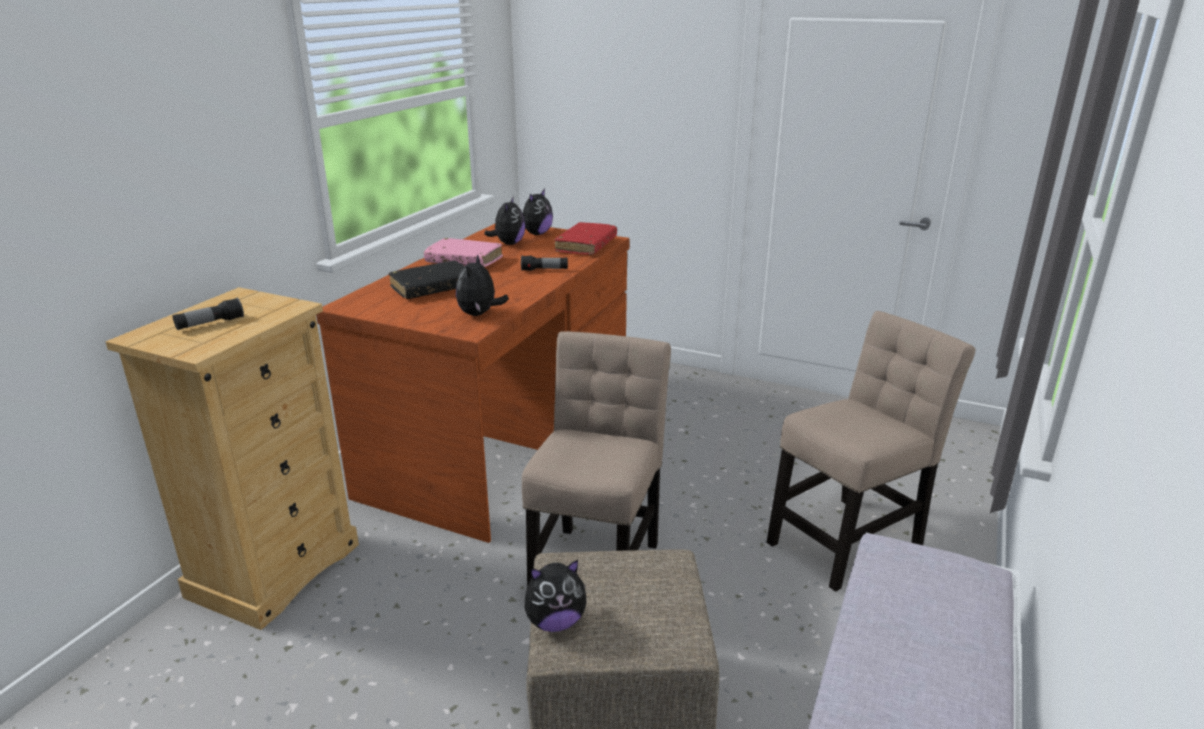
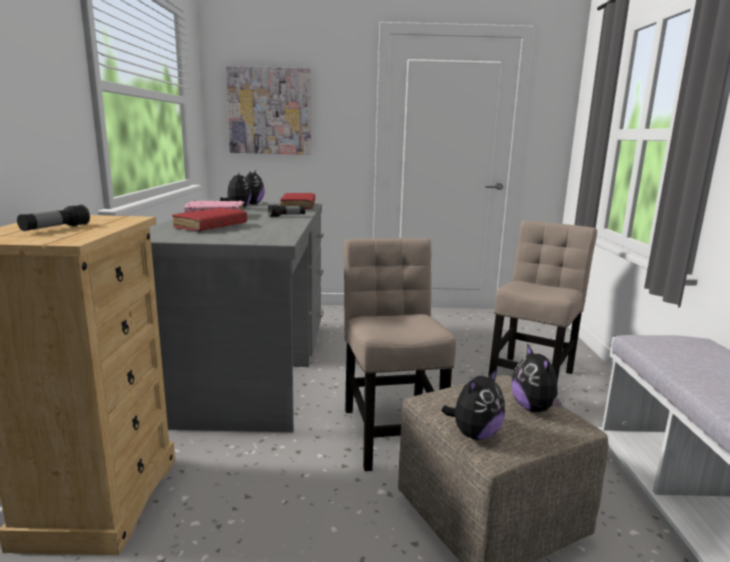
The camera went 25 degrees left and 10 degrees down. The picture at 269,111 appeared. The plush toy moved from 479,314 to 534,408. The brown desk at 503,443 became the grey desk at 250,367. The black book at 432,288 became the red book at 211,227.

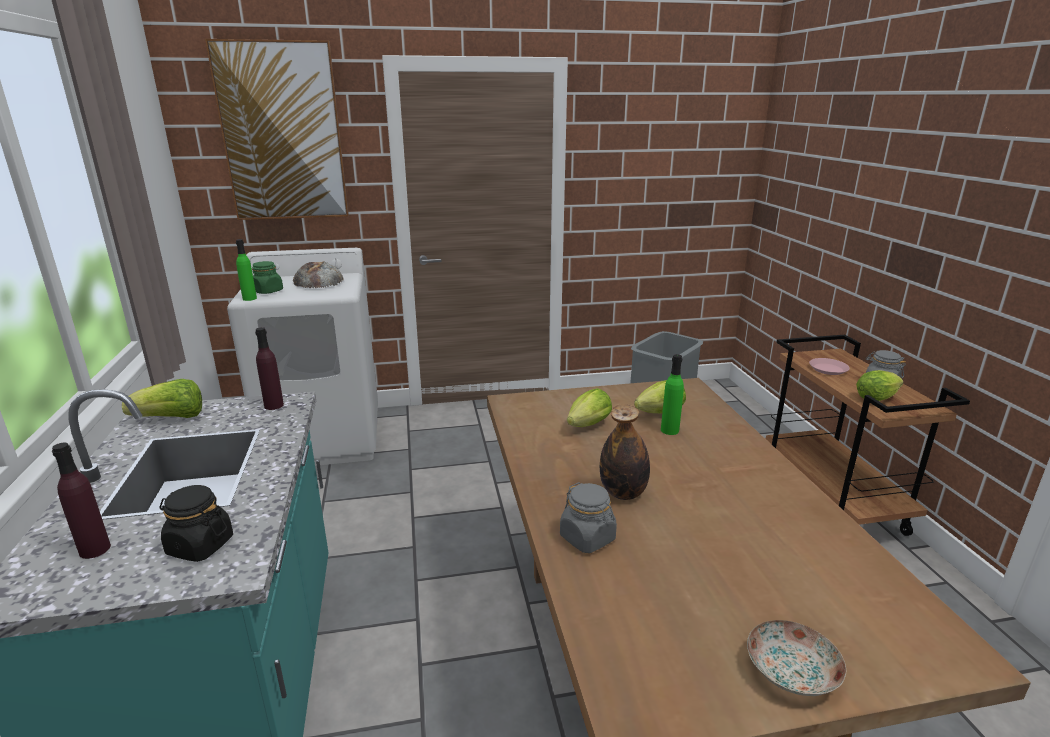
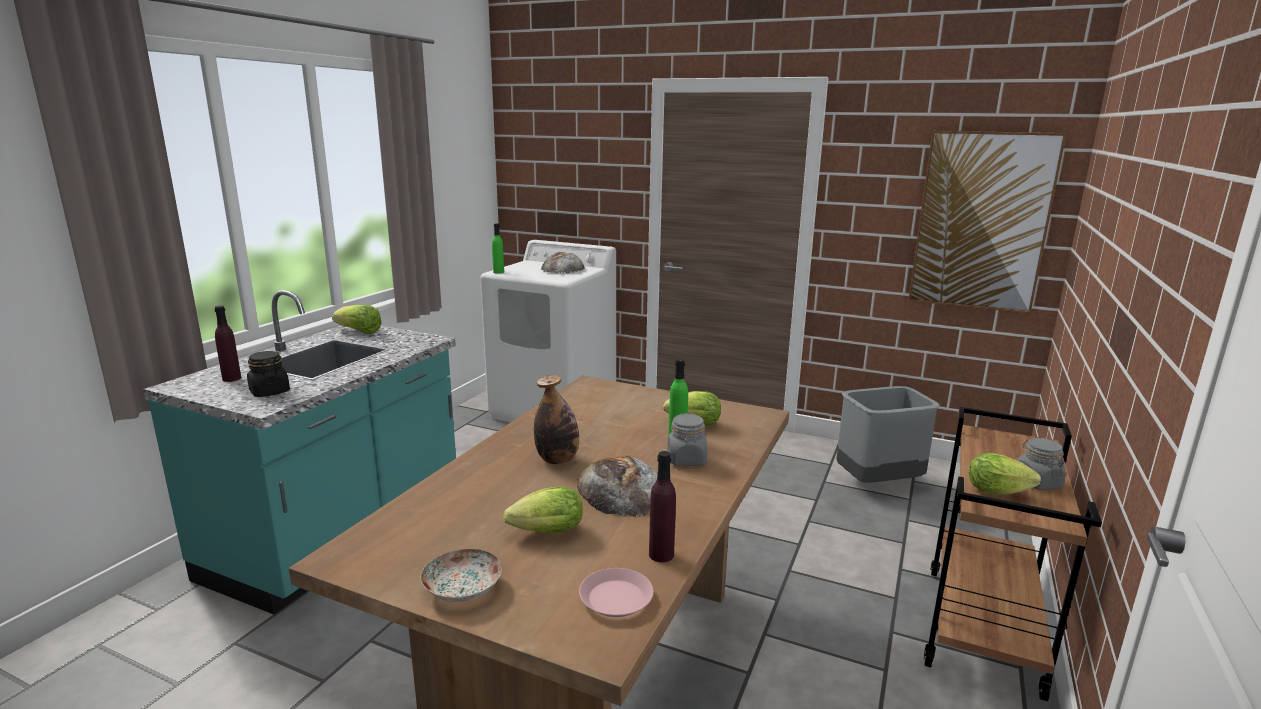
The camera went 35 degrees right and 5 degrees down. The green jar at 268,291 disappeared. The bread at 622,490 appeared. The picture moved from 282,133 to 981,222. The purple bottle moved from 274,405 to 661,554. The grey jar moved from 587,538 to 686,459. The lettuce moved from 586,426 to 543,532. The pink plate moved from 828,369 to 616,599.

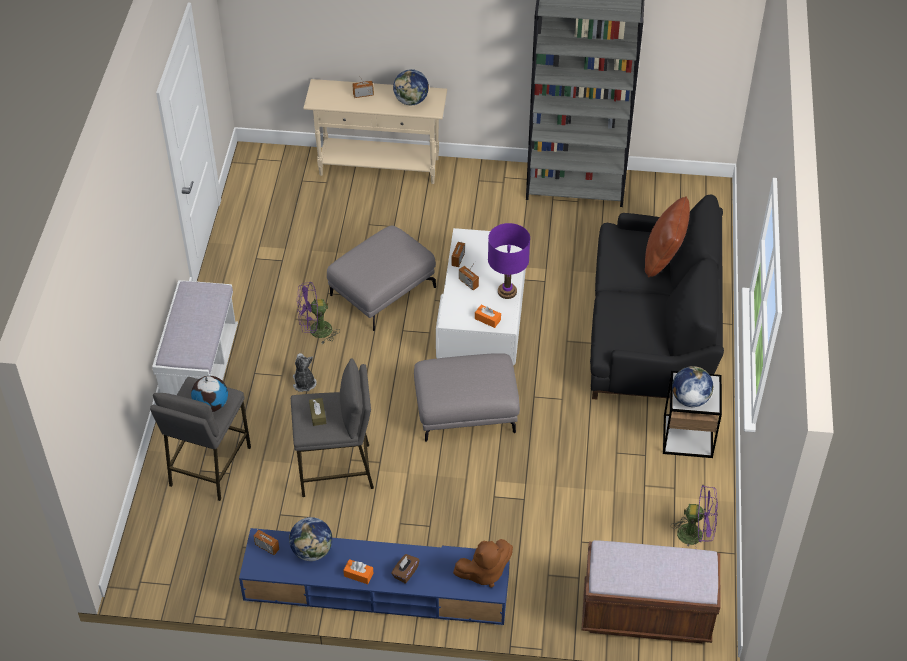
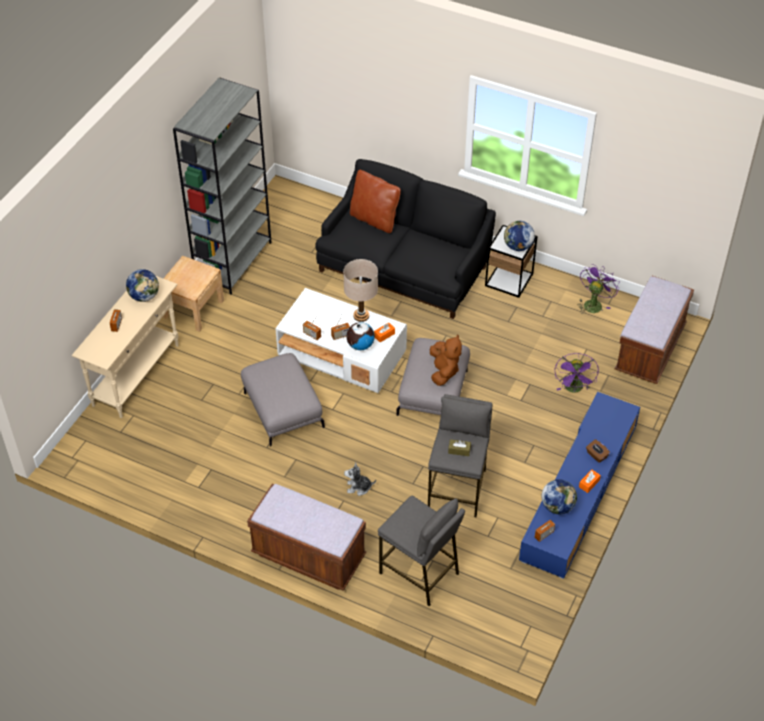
The camera went 70 degrees left and 0 degrees up. The beige nightstand at 193,309 appeared. The globe moved from 211,404 to 360,345. The purple fan moved from 315,331 to 574,389. The brown plush toy moved from 484,572 to 443,371. The white bench at 200,368 became the brown bench at 308,556. The purple table lamp at 507,291 became the beige table lamp at 361,316.

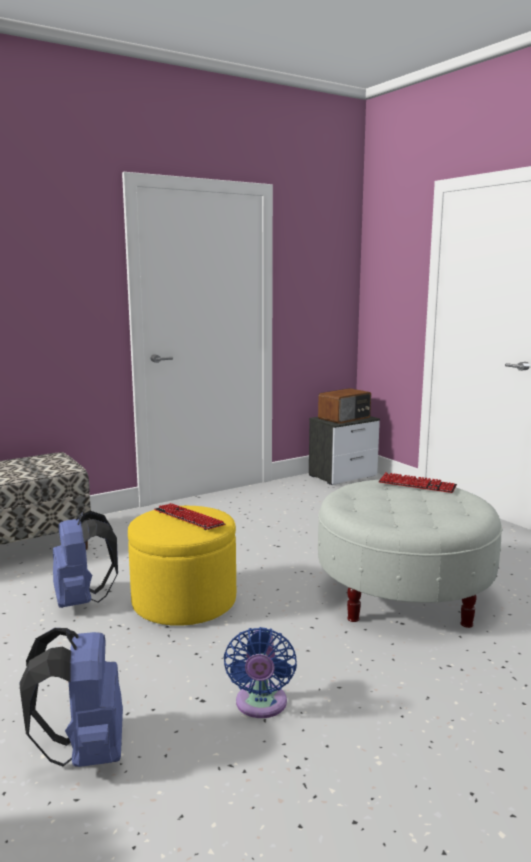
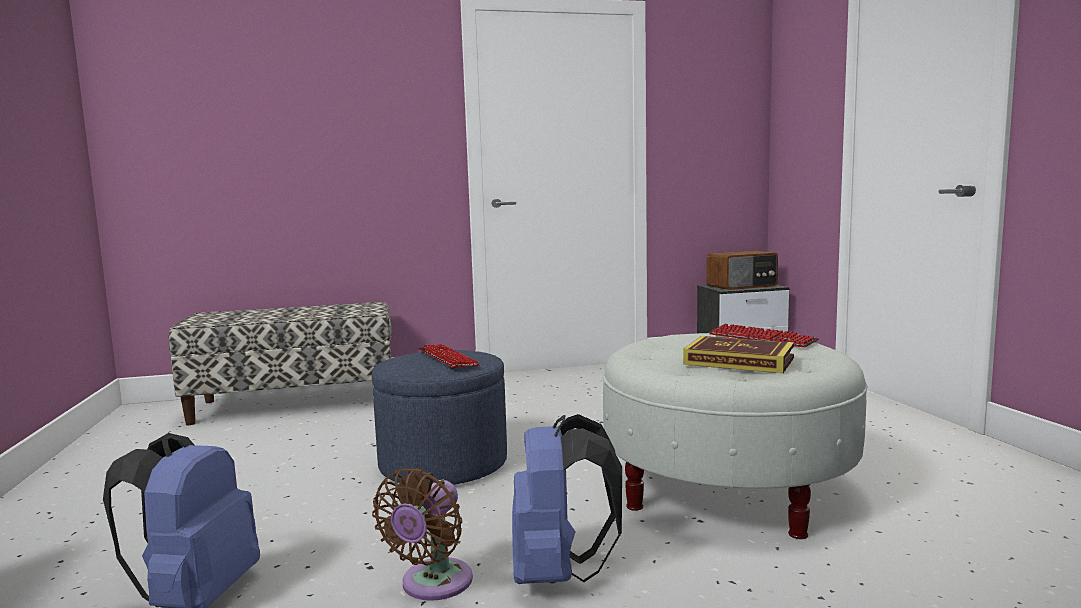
The camera went 20 degrees right and 5 degrees down. The book at 739,361 appeared. The blue backpack moved from 82,600 to 558,573. The yellow ottoman at 184,601 became the blue ottoman at 443,464. The blue fan at 260,705 became the brown fan at 433,585.

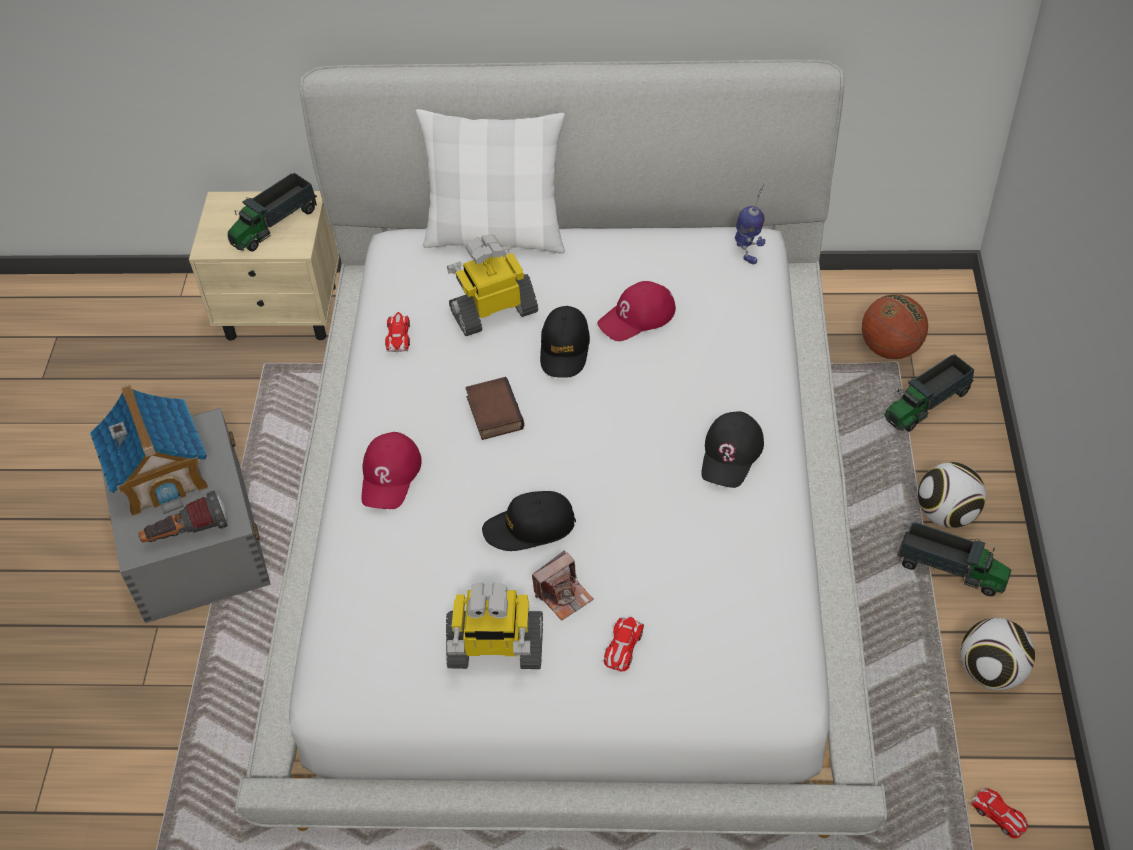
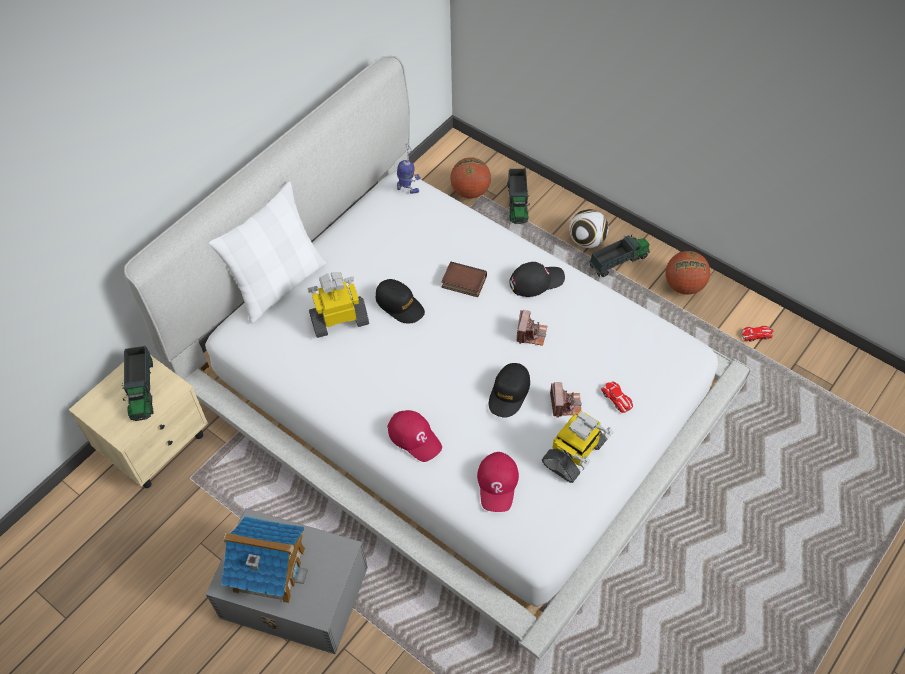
The camera went 55 degrees left and 5 degrees up. The flashlight at 187,534 disappeared. The toy car at 398,335 disappeared. The photo camera at 531,334 appeared. The book moved from 492,412 to 463,283. The red cap moved from 637,317 to 498,484. The football at 991,671 was replaced by the basketball at 684,286. The toy robot at 494,311 turned 60 degrees clockwise. The black cap at 731,454 turned 75 degrees counterclockwise.

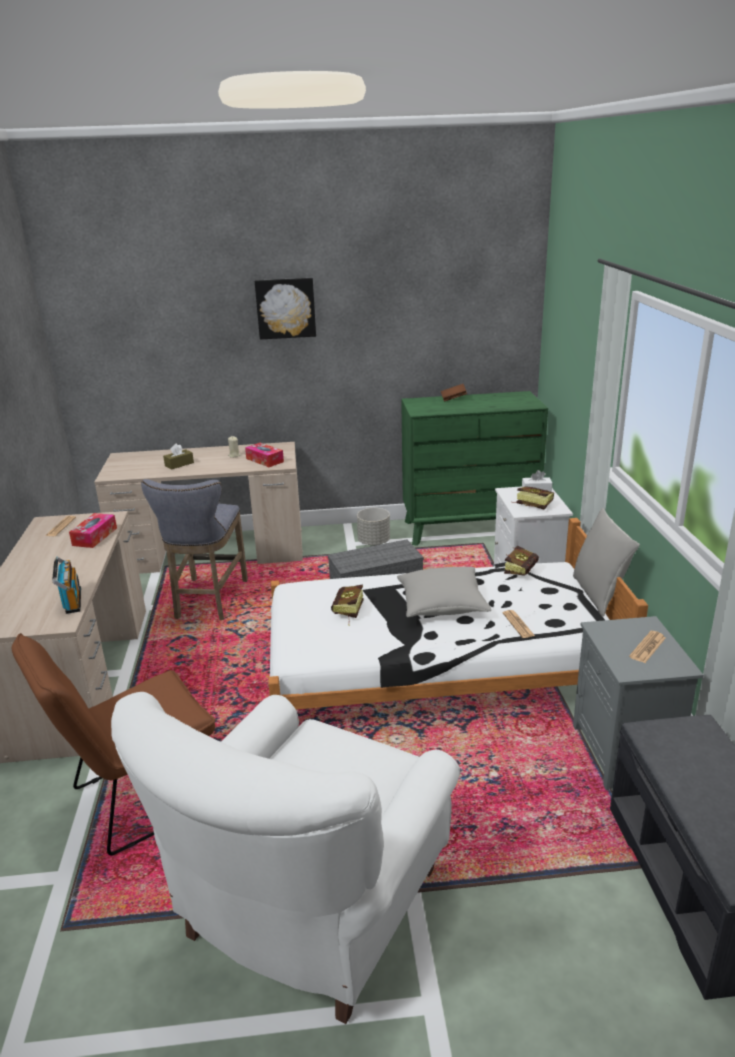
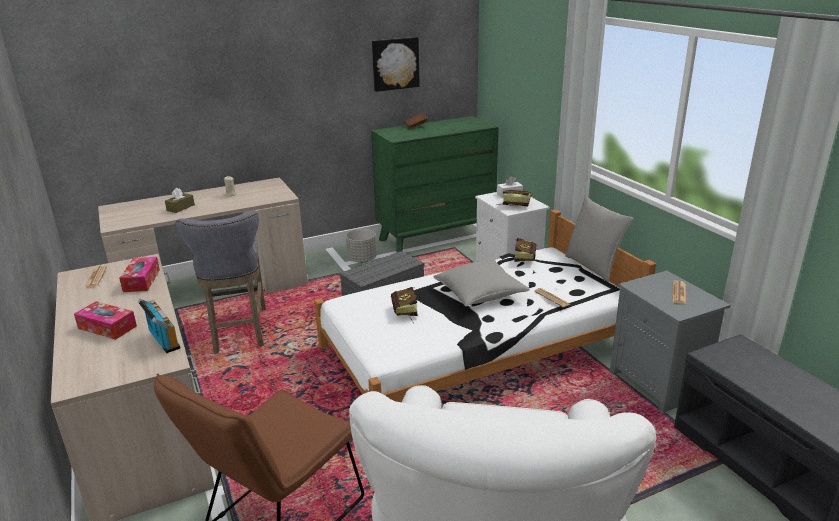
The camera went 20 degrees left and 0 degrees up. The tissue box moved from 264,460 to 107,327. The picture moved from 285,308 to 395,63.

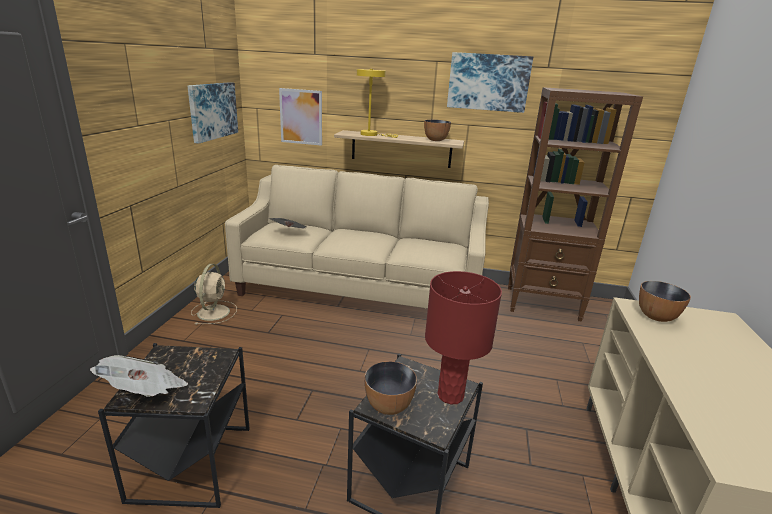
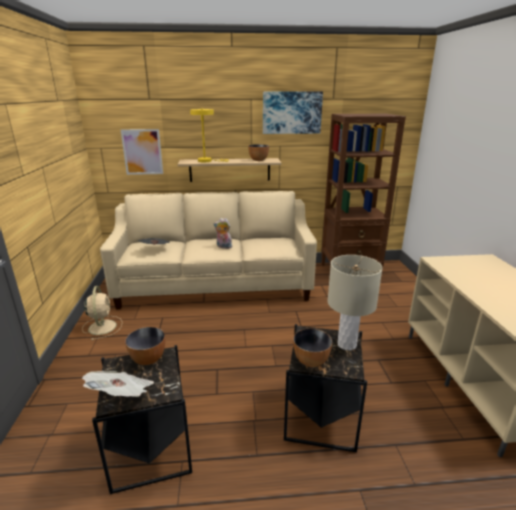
The camera went 15 degrees left and 0 degrees up. The picture at 212,111 disappeared. The plush toy at 223,247 appeared. The bowl moved from 656,317 to 148,359. The red table lamp at 451,395 became the beige table lamp at 347,344.

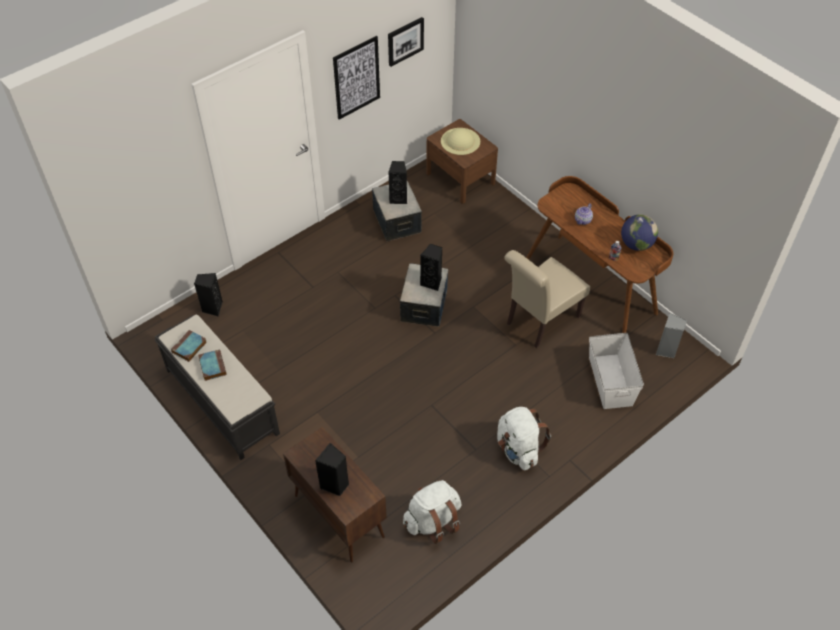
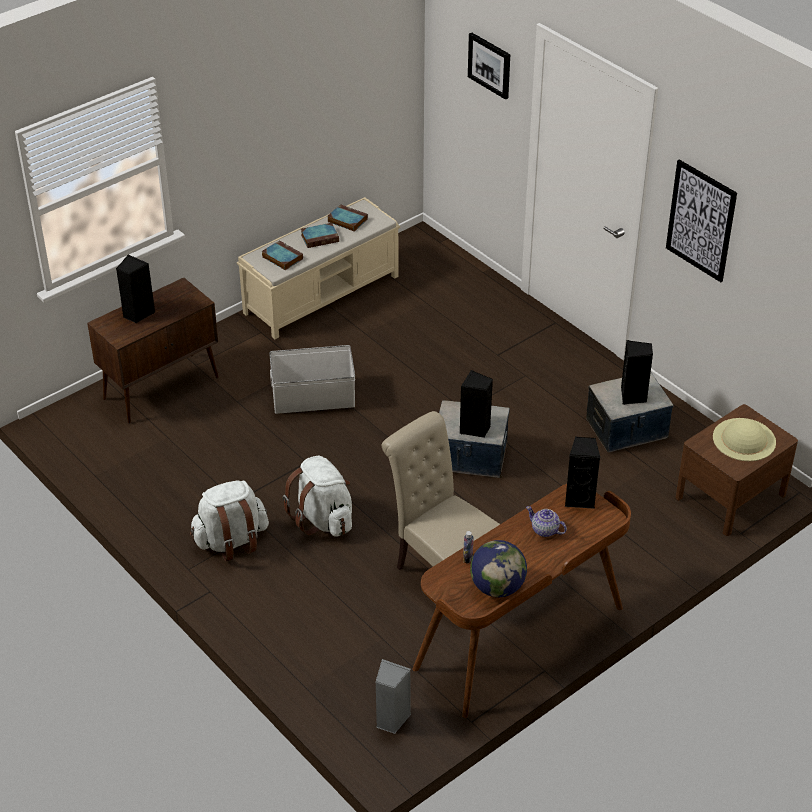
The camera went 90 degrees right and 10 degrees down. The book at 281,257 appeared. The black speaker moved from 212,308 to 580,498. The picture moved from 405,41 to 490,65. The white backpack moved from 432,521 to 323,519. The white storage box moved from 610,381 to 313,397. The black bench at 221,401 became the beige bench at 322,294.

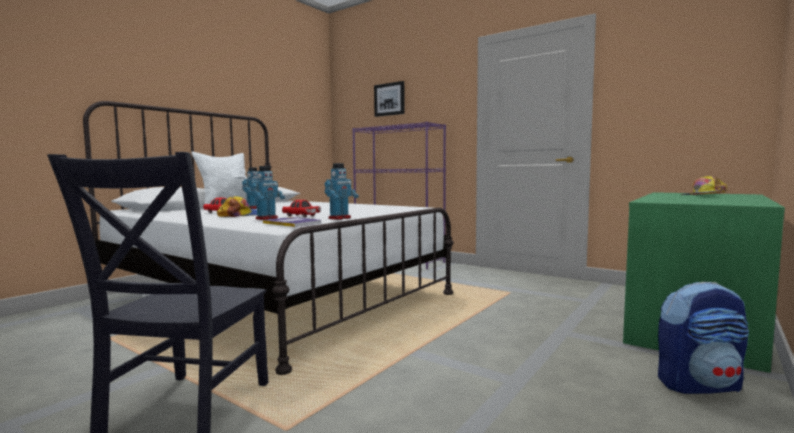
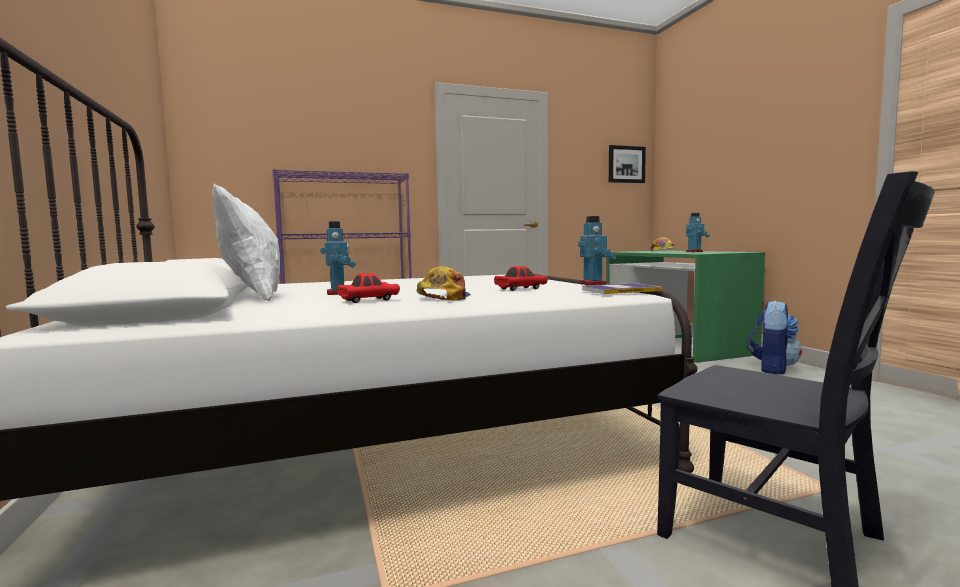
The camera went 55 degrees left and 0 degrees up. The toy robot moved from 267,219 to 694,251. The picture moved from 389,99 to 626,164.

